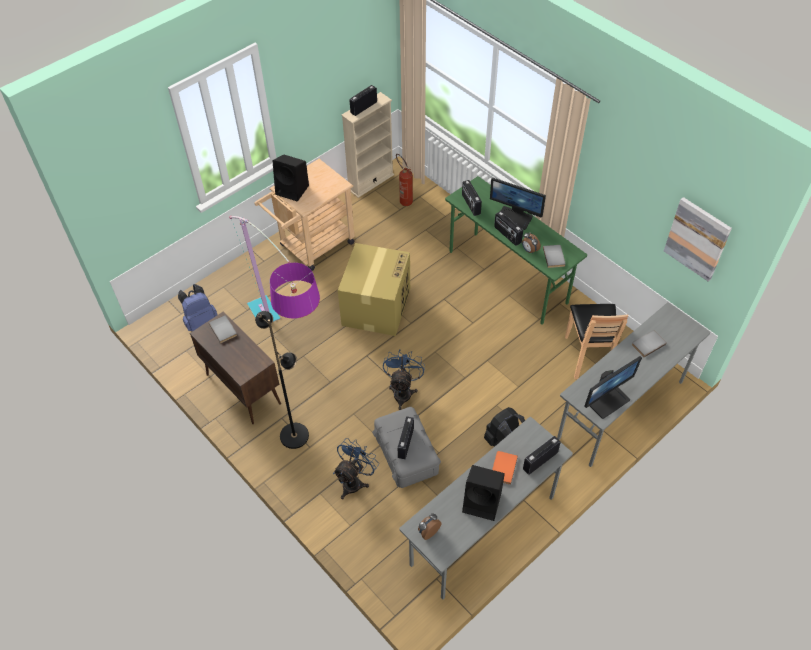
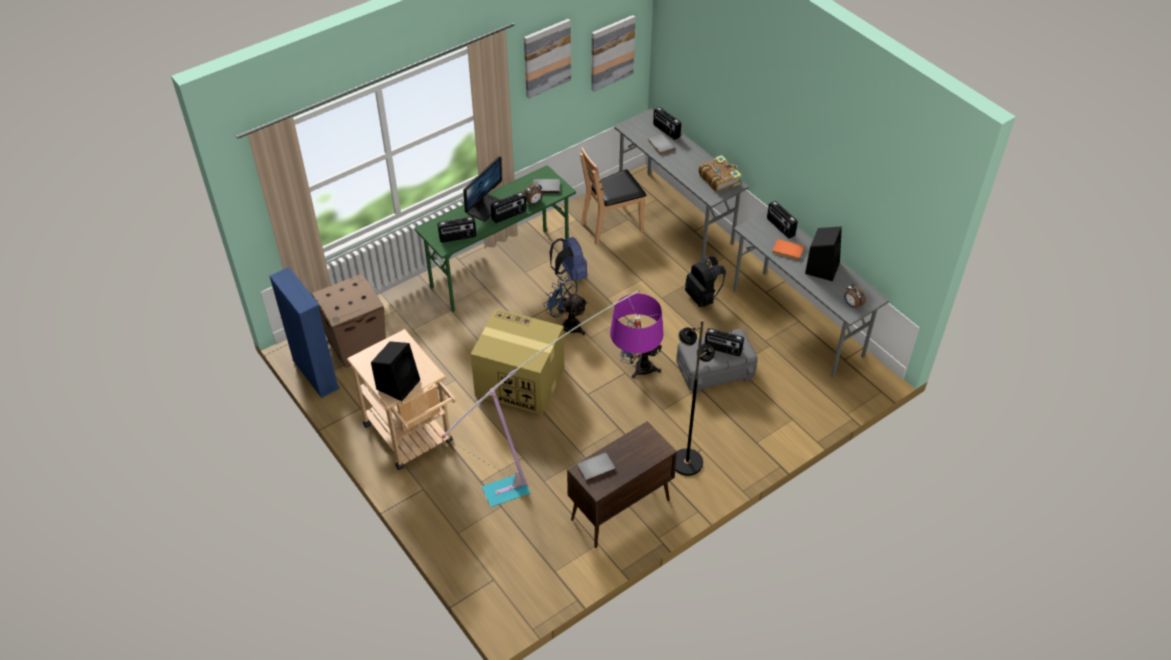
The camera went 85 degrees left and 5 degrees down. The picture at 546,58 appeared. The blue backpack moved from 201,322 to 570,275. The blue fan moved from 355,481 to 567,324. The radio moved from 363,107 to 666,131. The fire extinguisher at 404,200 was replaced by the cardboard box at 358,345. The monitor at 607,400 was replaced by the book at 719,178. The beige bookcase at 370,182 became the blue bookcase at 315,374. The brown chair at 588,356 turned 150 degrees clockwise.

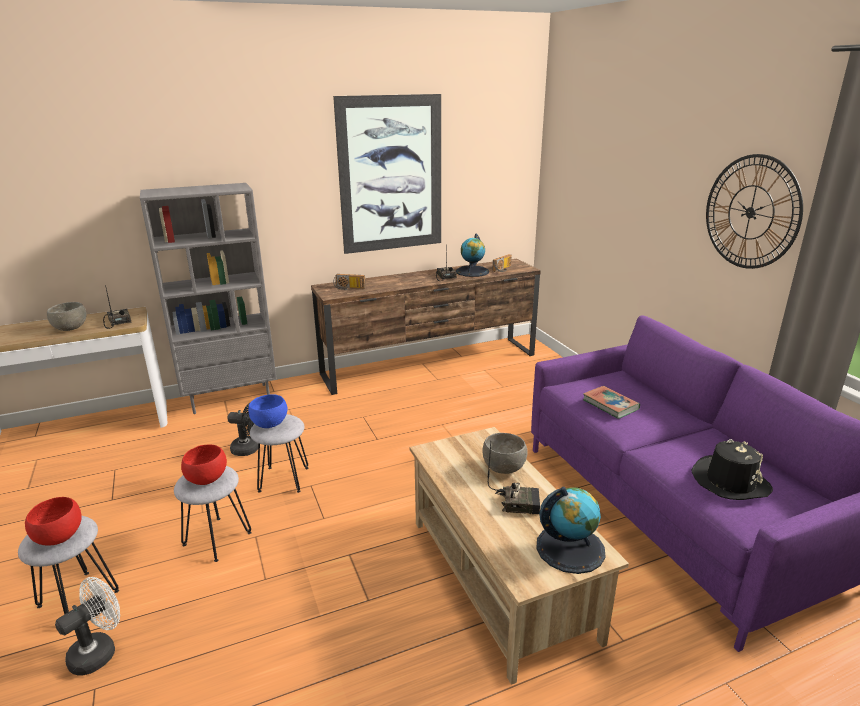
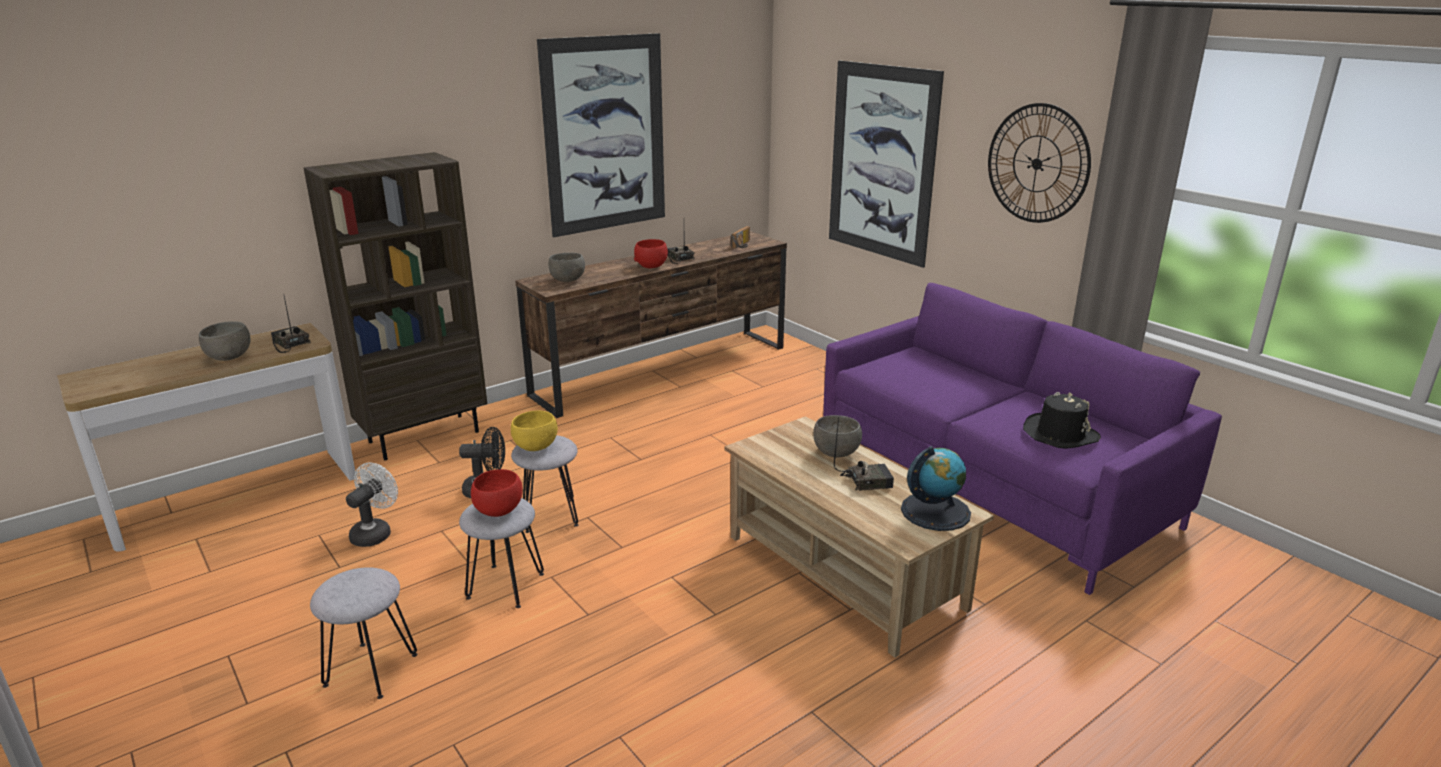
The camera went 15 degrees left and 0 degrees up. The globe at 472,271 disappeared. The book at 610,405 disappeared. The picture at 881,162 appeared. The red bowl moved from 59,537 to 651,266. The white fan moved from 99,651 to 375,533. The radio at 349,288 was replaced by the grey bowl at 568,280. The grey bookcase at 231,398 became the brown bookcase at 424,436. The blue bowl at 270,424 became the yellow bowl at 536,446.

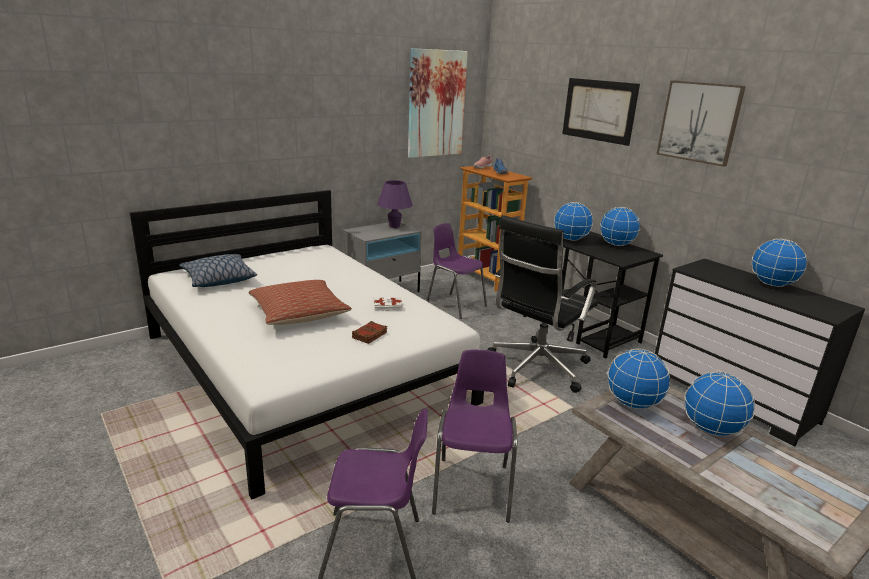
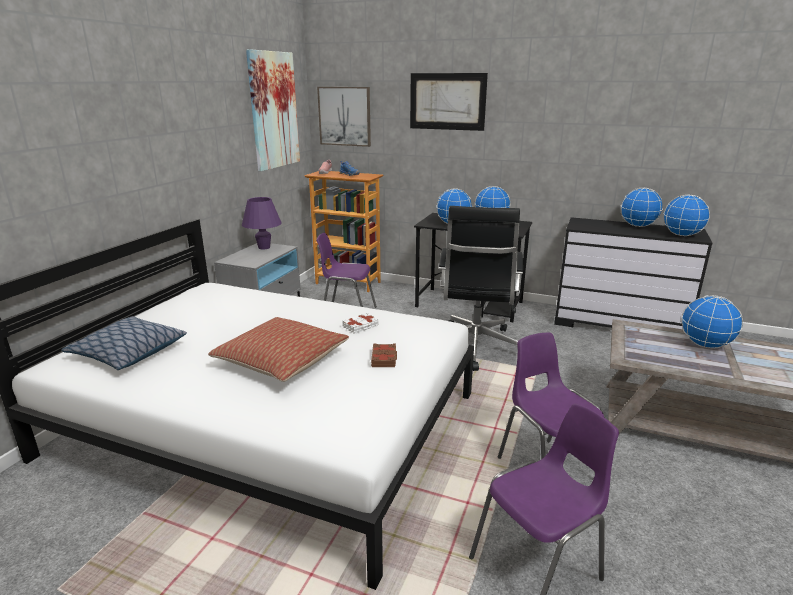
The camera went 30 degrees left and 0 degrees up. The globe moved from 632,403 to 681,235. The picture moved from 699,122 to 345,116.

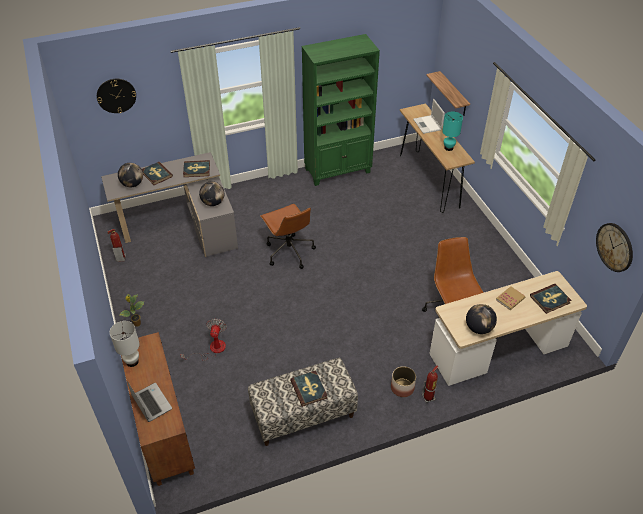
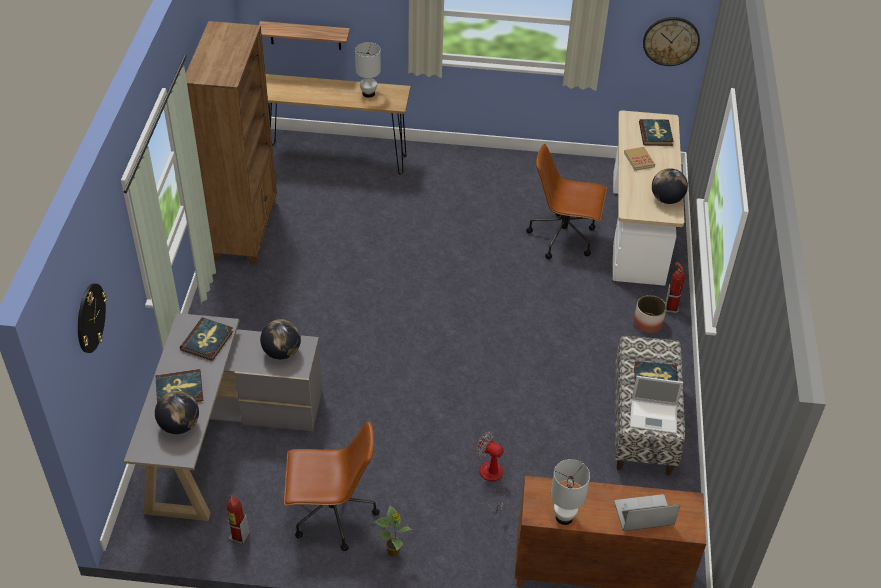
The camera went 65 degrees left and 0 degrees up. The brown office chair moved from 289,252 to 331,515. The laptop moved from 427,125 to 654,416. The green bookcase at 338,171 became the brown bookcase at 245,230. The turquoise table lamp at 449,148 became the white table lamp at 369,93.

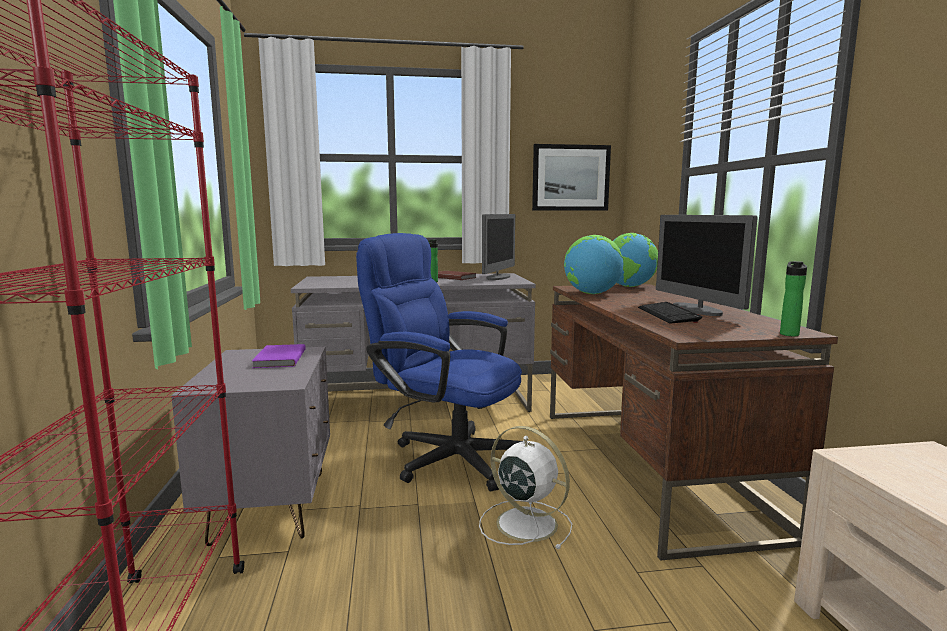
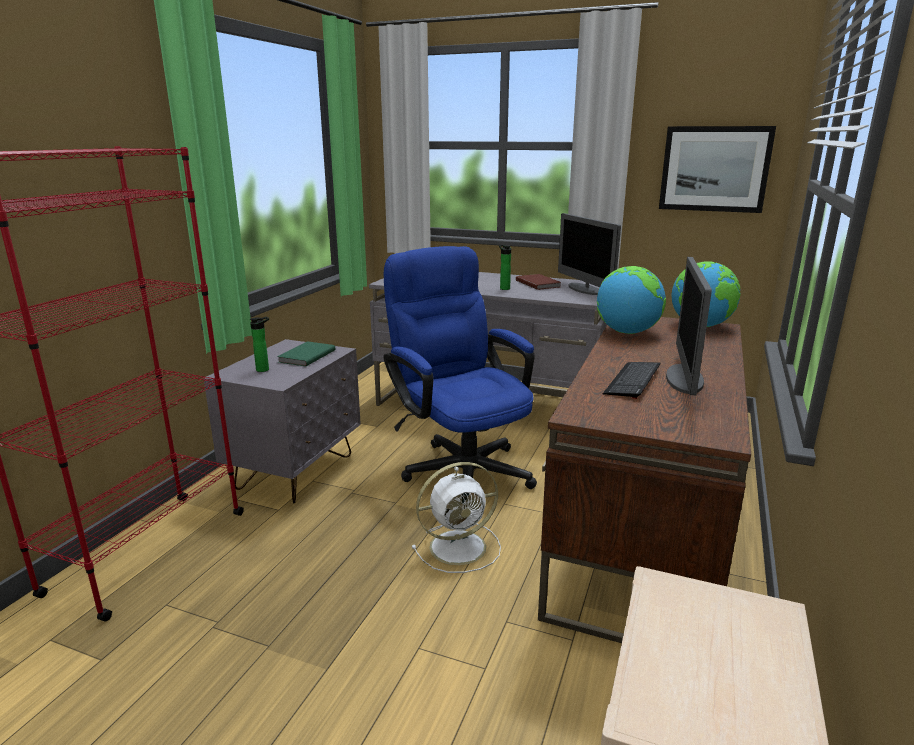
The camera went 30 degrees right and 10 degrees up. The bottle moved from 789,334 to 264,369. The purple book at 278,359 became the green book at 305,356. The white fan at 524,523 turned 90 degrees clockwise. The monitor at 498,277 turned 105 degrees clockwise.

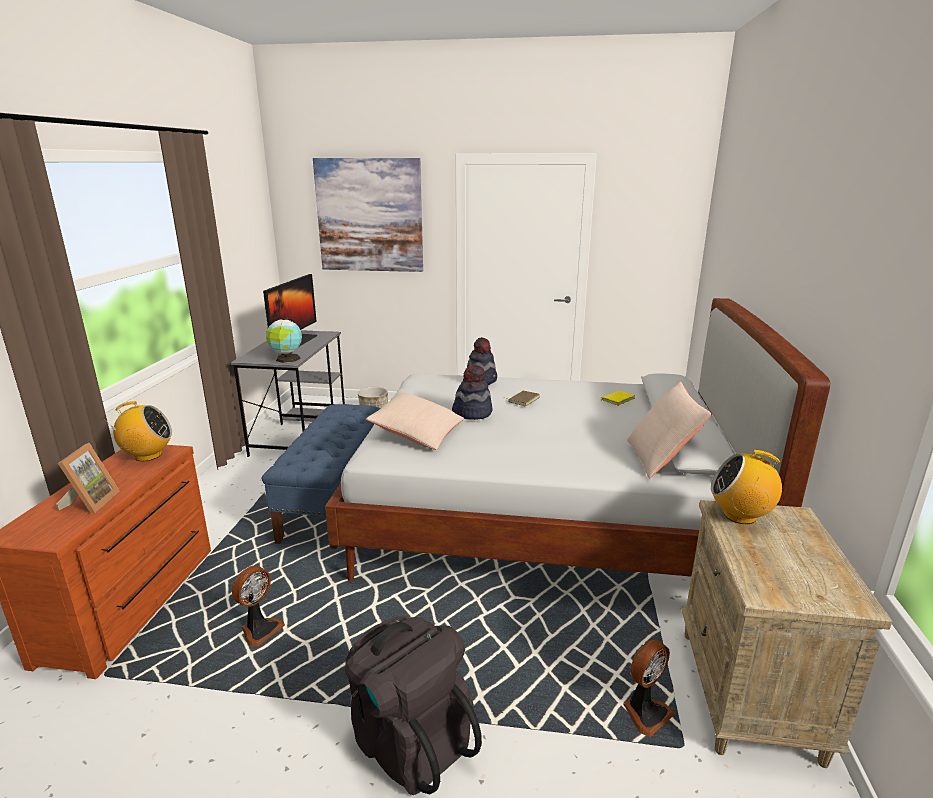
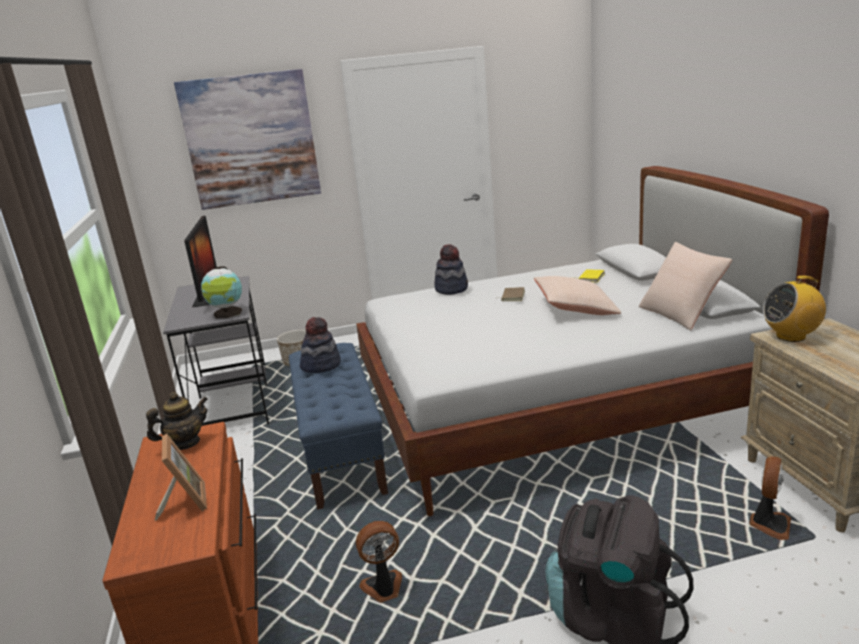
The camera went 20 degrees left and 0 degrees up. The beige pillow moved from 417,433 to 575,309. The hat moved from 472,413 to 321,365. The radio at 148,455 was replaced by the teapot at 185,443. The fan at 260,630 turned 120 degrees counterclockwise.

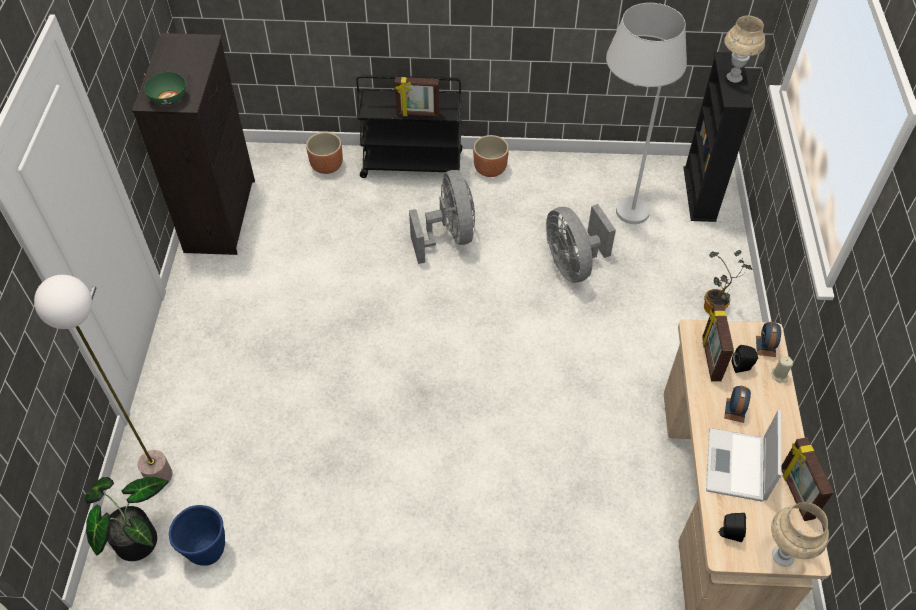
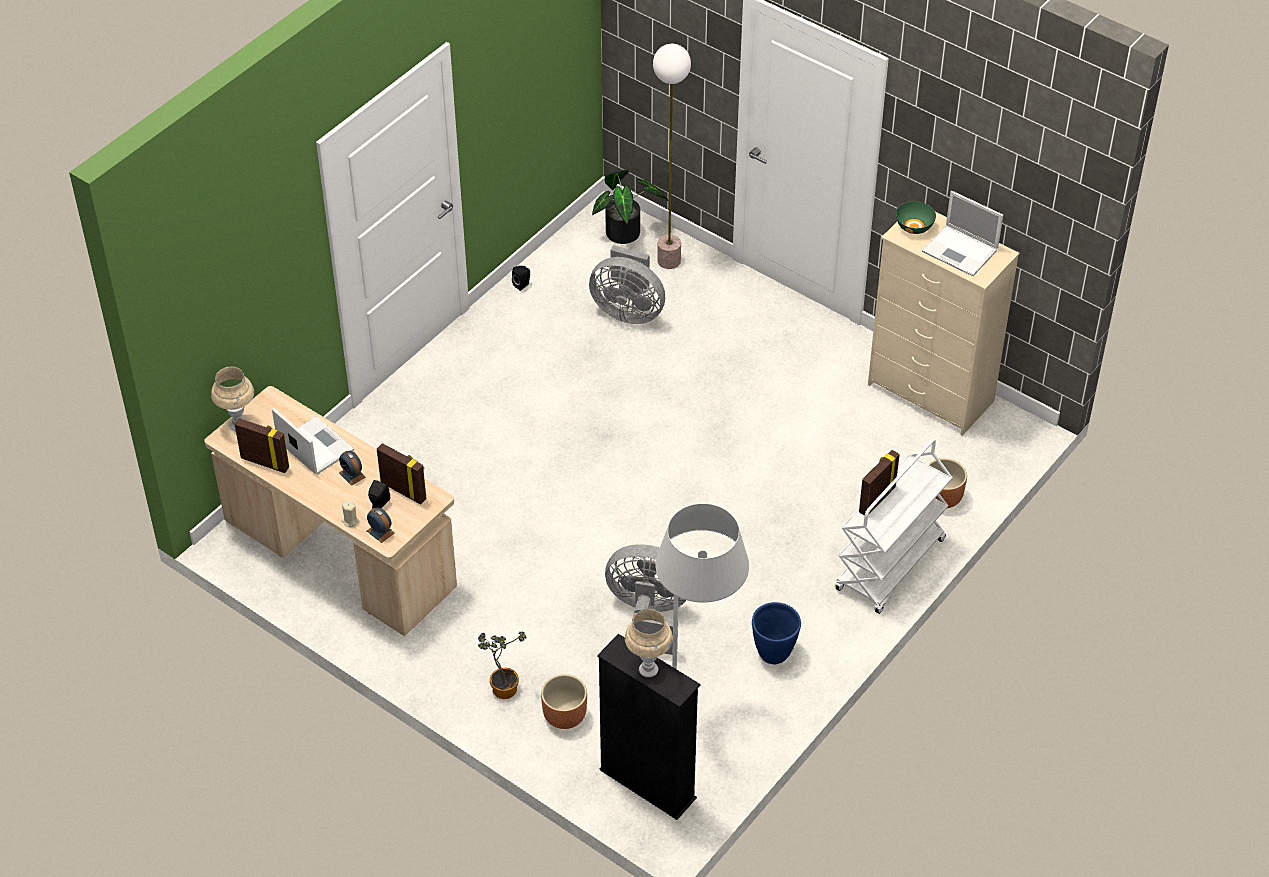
The camera went 125 degrees right and 5 degrees down. The laptop at 961,251 appeared. The blue planter moved from 207,551 to 774,653. The grey fan moved from 449,236 to 628,311. The brown planter moved from 490,169 to 564,716. The black speaker moved from 728,533 to 522,284. The black dresser at 221,215 became the beige dresser at 931,394. The black cart at 412,164 became the white cart at 890,566.

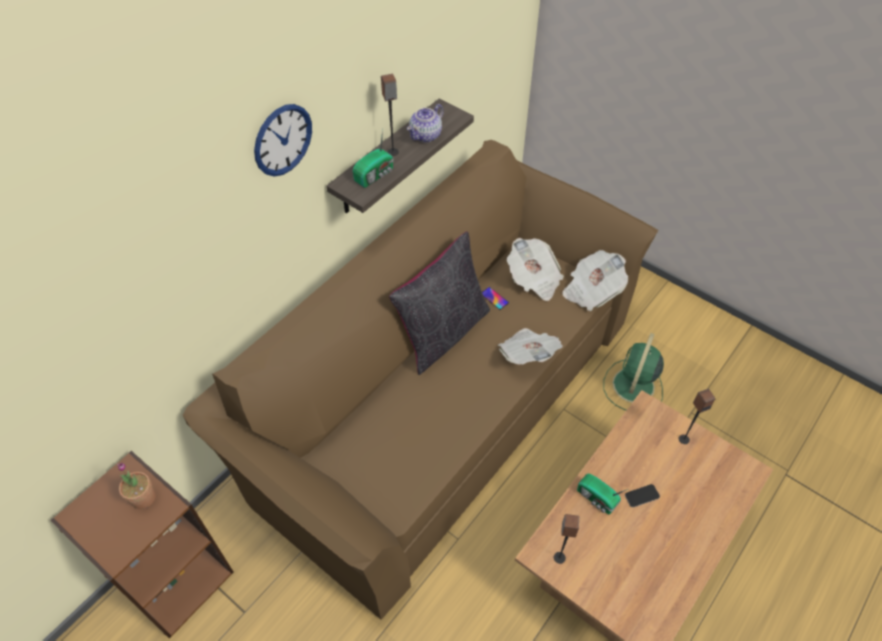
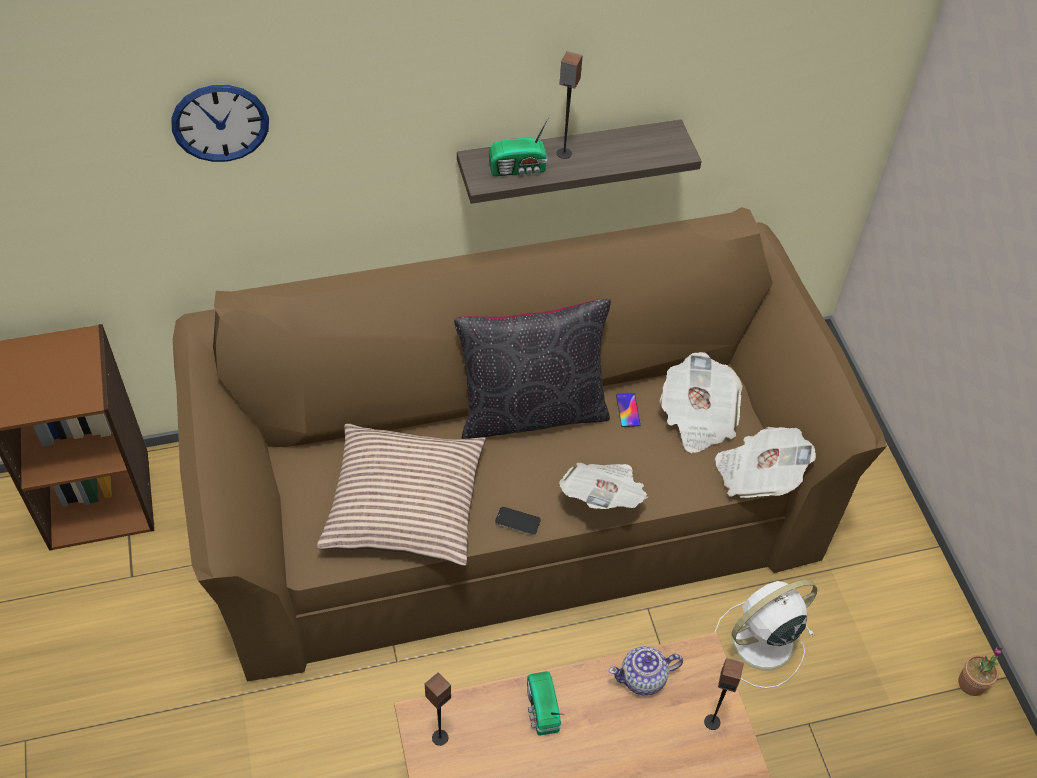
The camera went 35 degrees right and 0 degrees up. The pillow at 404,504 appeared. The potted plant moved from 143,498 to 971,683. The wall clock moved from 283,140 to 220,123. The teapot moved from 426,135 to 643,678. The phone moved from 642,496 to 517,521. The green fan at 632,387 became the white fan at 760,642.

